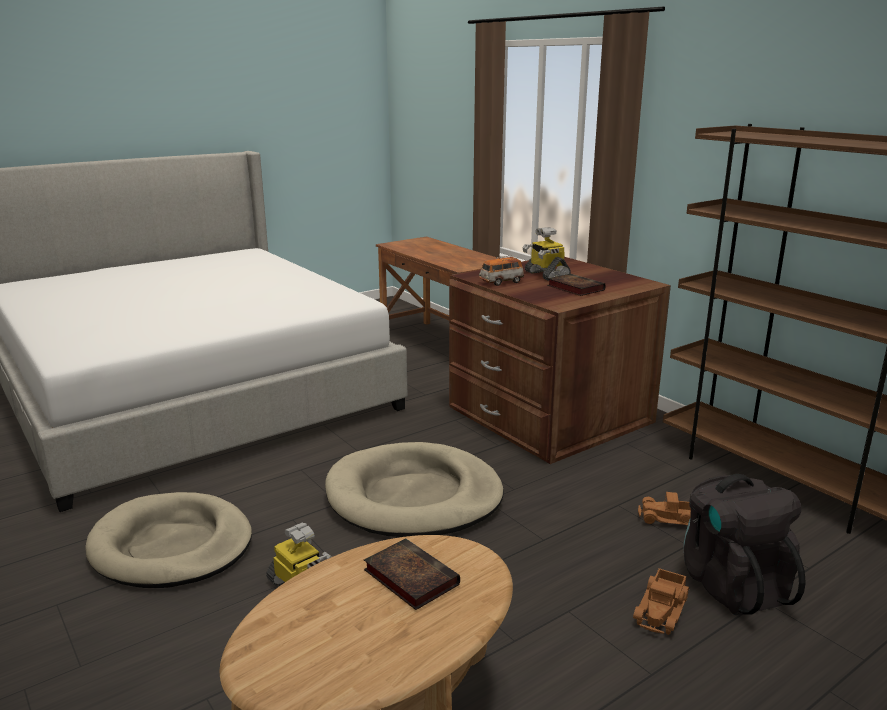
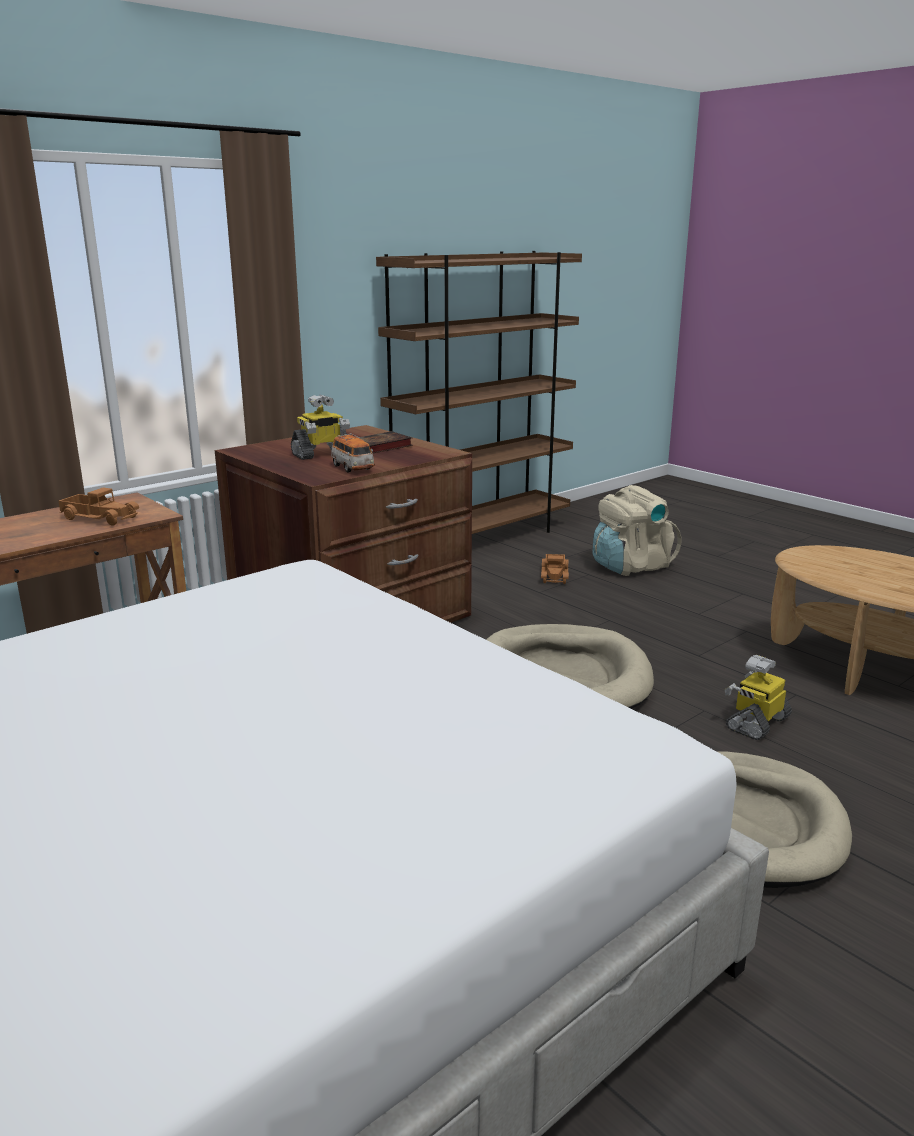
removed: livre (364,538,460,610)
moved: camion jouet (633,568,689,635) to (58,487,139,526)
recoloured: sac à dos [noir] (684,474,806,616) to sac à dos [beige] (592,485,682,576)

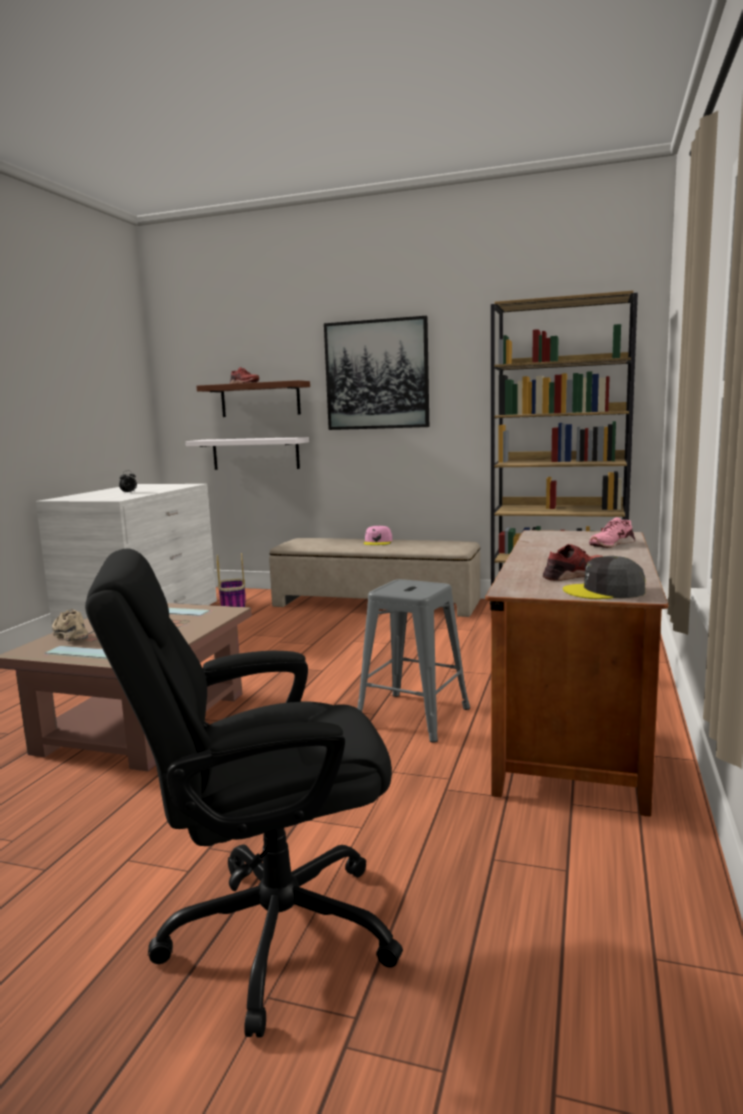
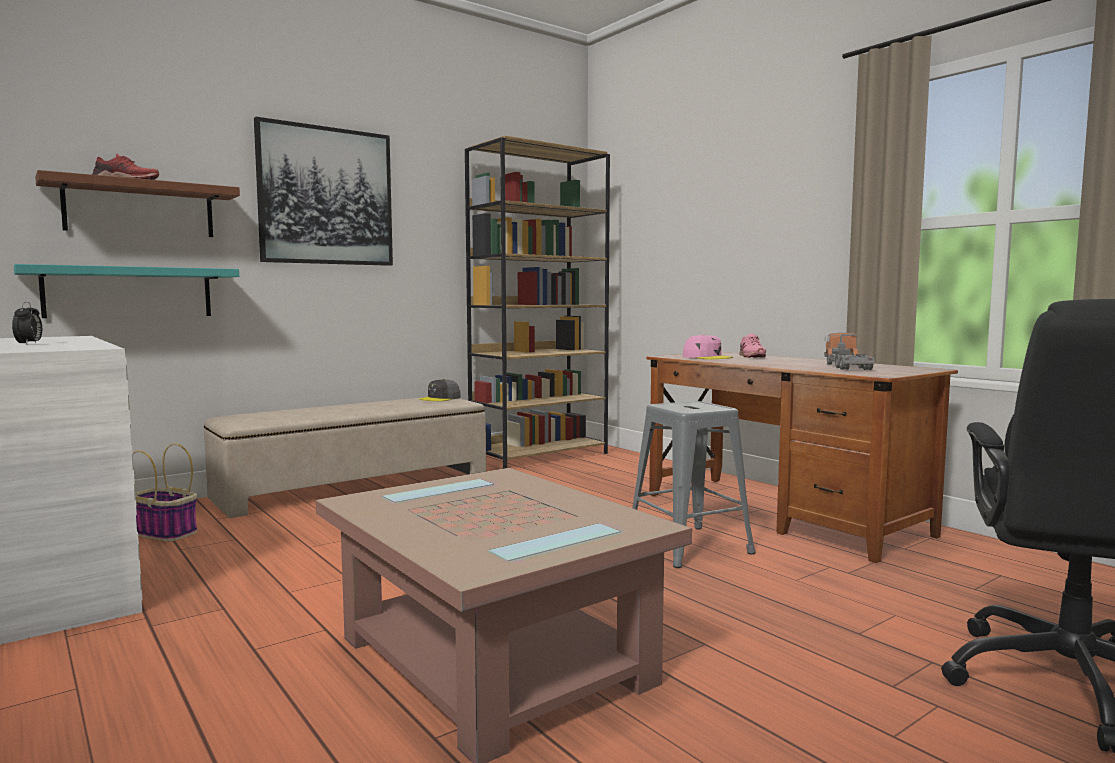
removed: chaussure [beige] (52,609,88,641)
moved: casquette [rose] (364,525,392,545) to (683,334,733,359); casquette [gris] (563,556,645,599) to (419,379,461,401)
replaced: chaussure [rouge] (543,544,604,581) to camion jouet (825,333,875,370)
recoloured: étagère [blanc] (186,437,309,470) to étagère [turquoise] (14,264,239,318)

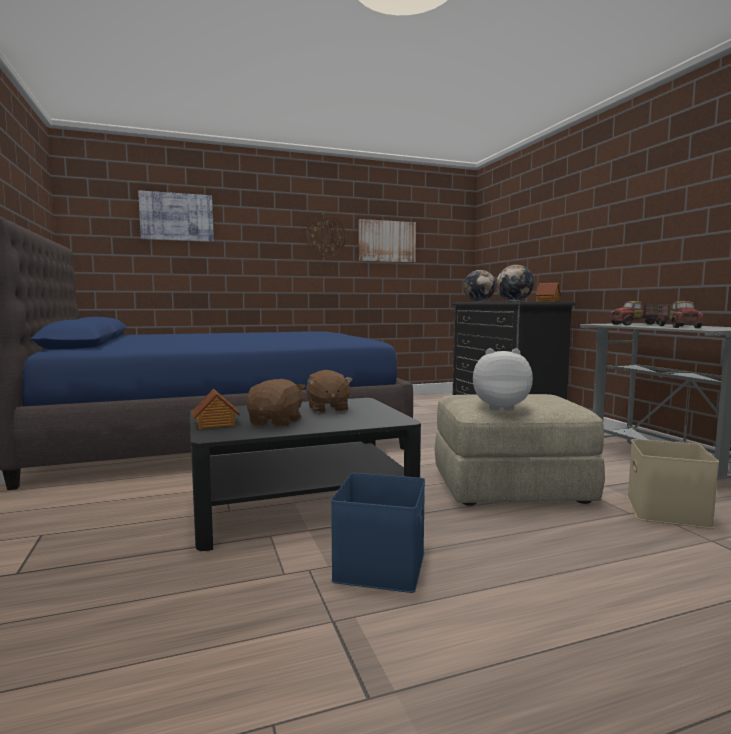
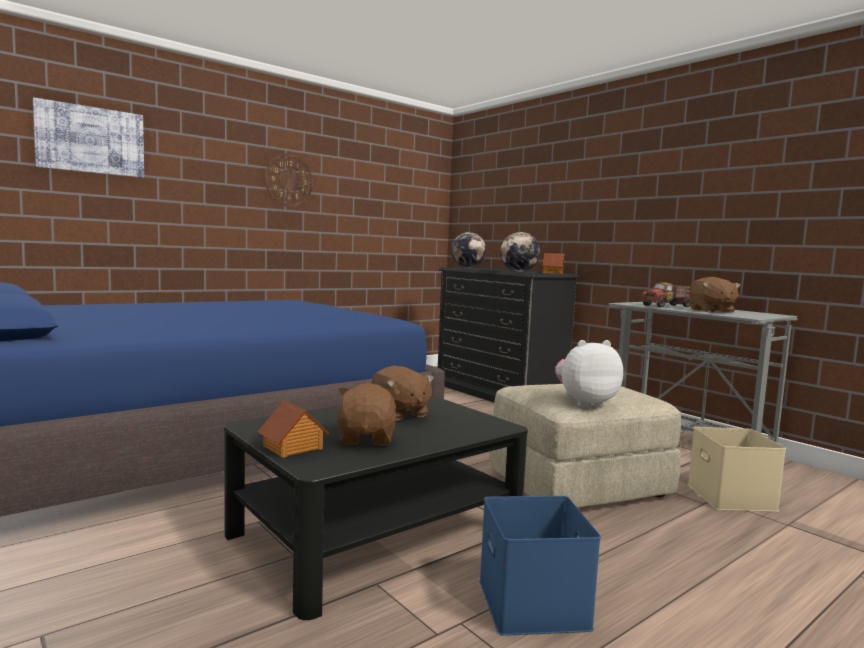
removed: tableau (359,219,416,262)
replaced: camion jouet (657,301,704,328) to peluche [marron] (689,277,741,313)

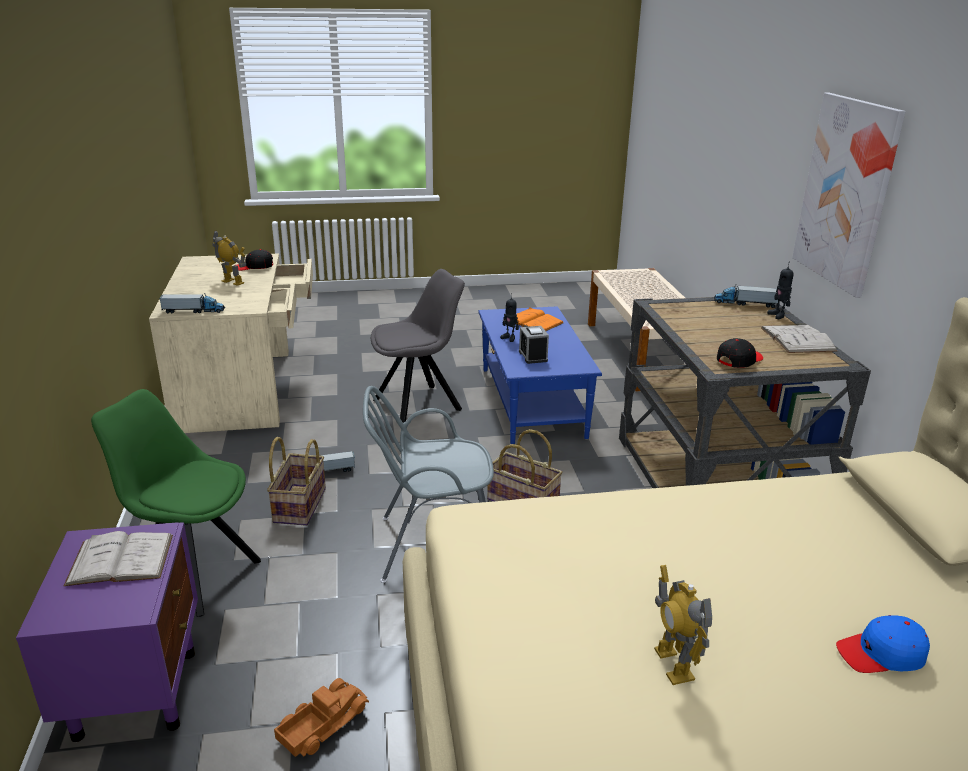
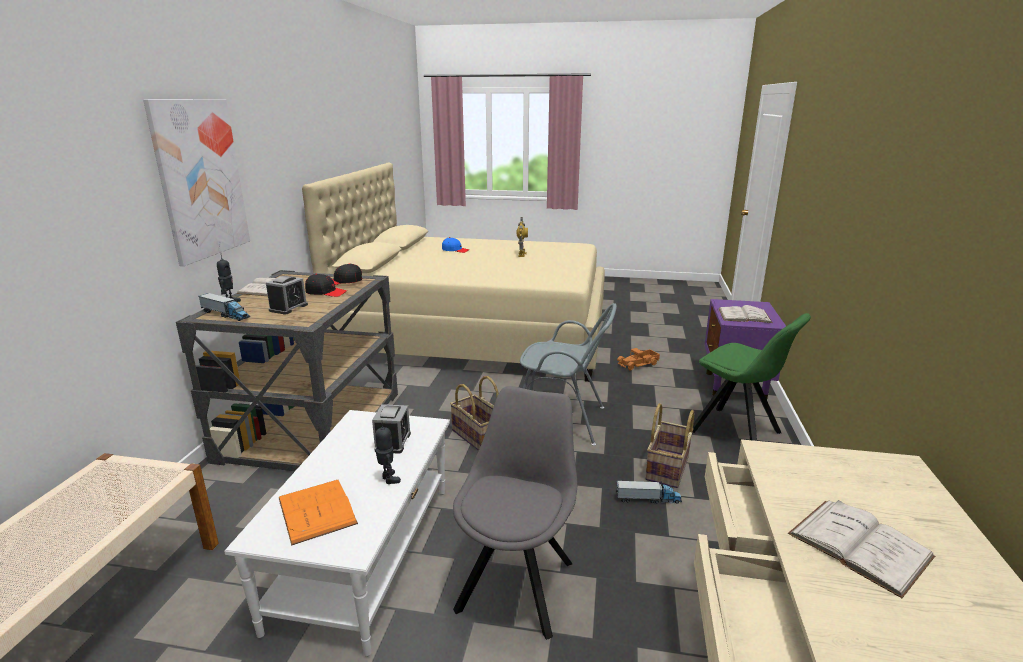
removed: camion jouet (159,293,225,313)
added: réveil (266,276,308,314)
moved: casquette [noir] (237,249,273,271) to (305,274,347,297)
replaced: robot jouet (213,230,246,286) to livre [blanc] (788,500,935,598)
recoloured: table basse [bleu] (478,306,602,444) to table basse [blanc] (224,410,450,657)
turned: chaise [gris] (371,269,465,423) = (453,386,577,640) 120 degrees clockwise

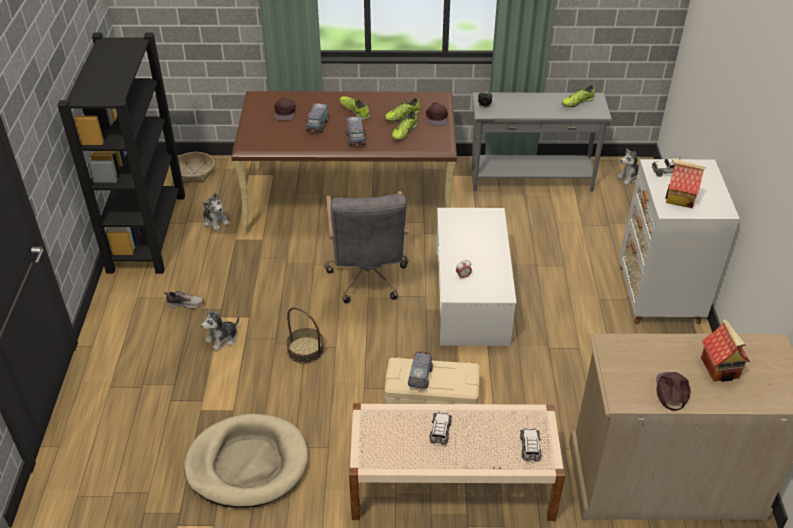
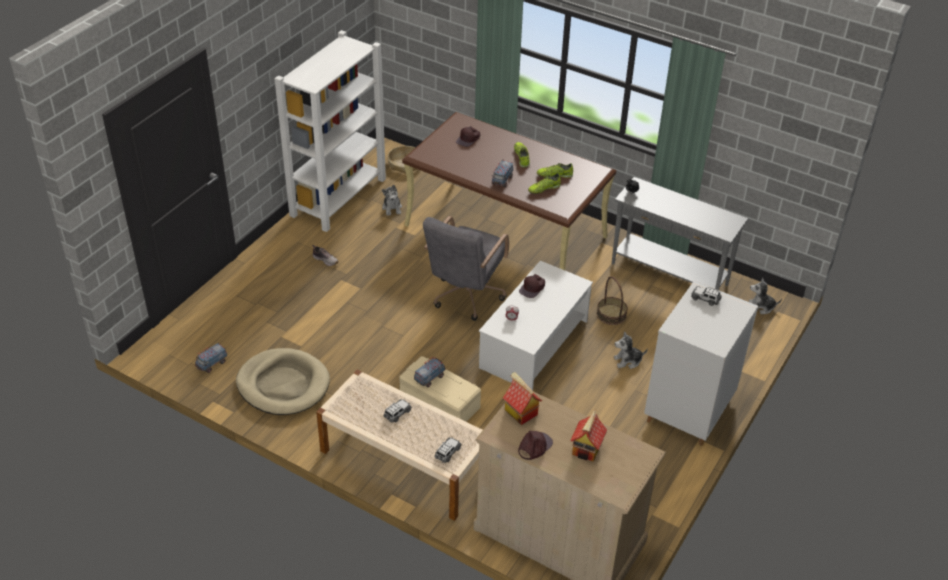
removed: chaussure (562,85,595,107)
moved: camion jouet (305,102,329,132) to (195,343,227,373); casquette [marron] (426,102,448,126) to (519,274,545,298); maison miniature (665,158,706,208) to (503,372,542,425); panier (286,307,324,364) to (597,276,628,325); peluche (201,308,239,351) to (614,331,648,369)
recoloured: bibliothèque [noir] (58,32,185,274) to bibliothèque [blanc] (274,30,386,232)

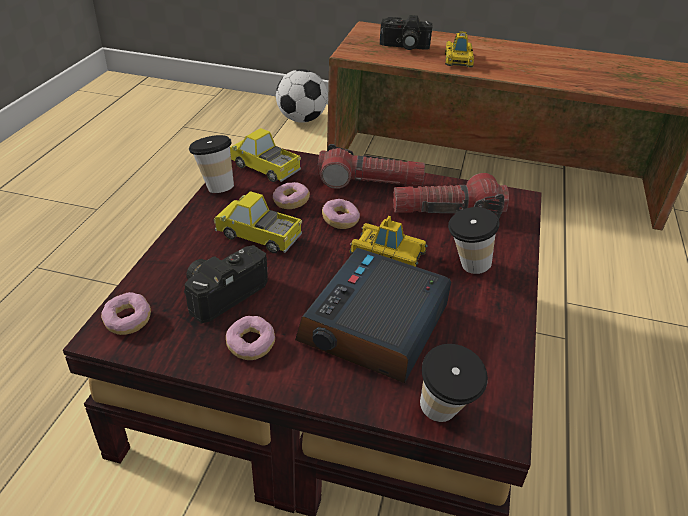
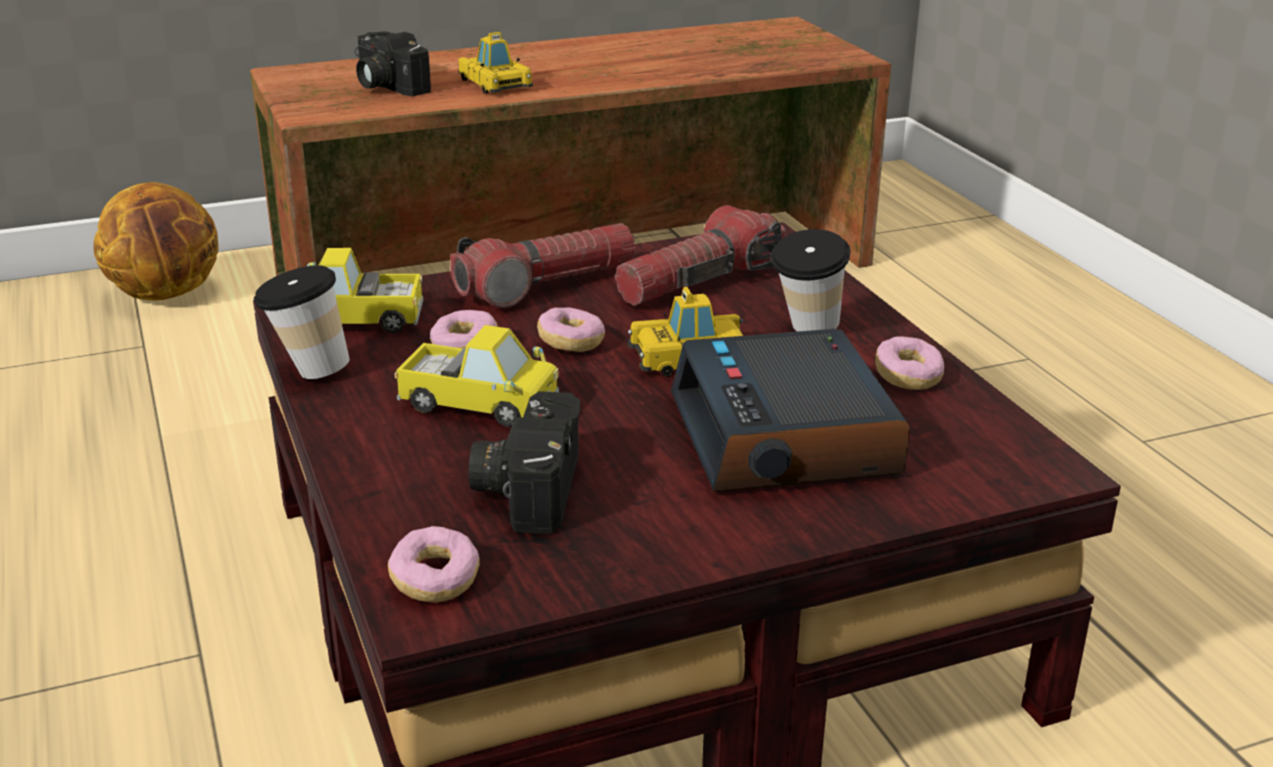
removed: tasse (420,344,488,422)
moved: beignet (226,316,275,360) to (875,336,944,390)
replaced: ballon de foot (276,69,328,123) to ballon de basket (93,182,218,301)
turned: appareil photo (380,15,433,50) = (355,31,431,96) 75 degrees clockwise; camion jouet (214,191,302,253) = (394,325,559,427) 150 degrees counterclockwise

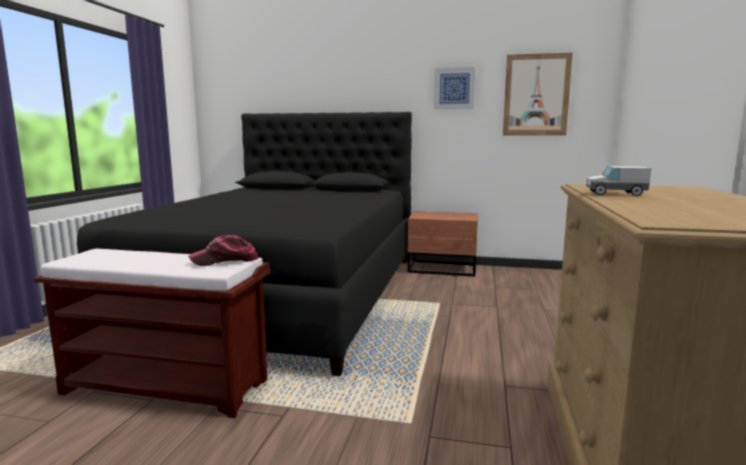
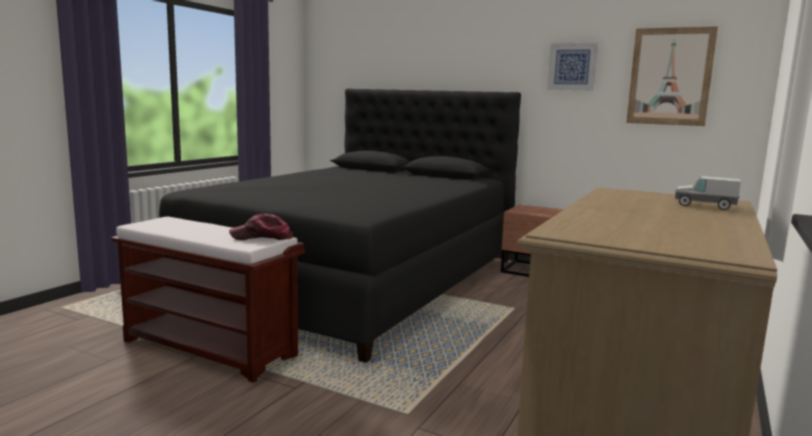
moved: camion jouet (586,166,651,196) to (675,176,741,210)

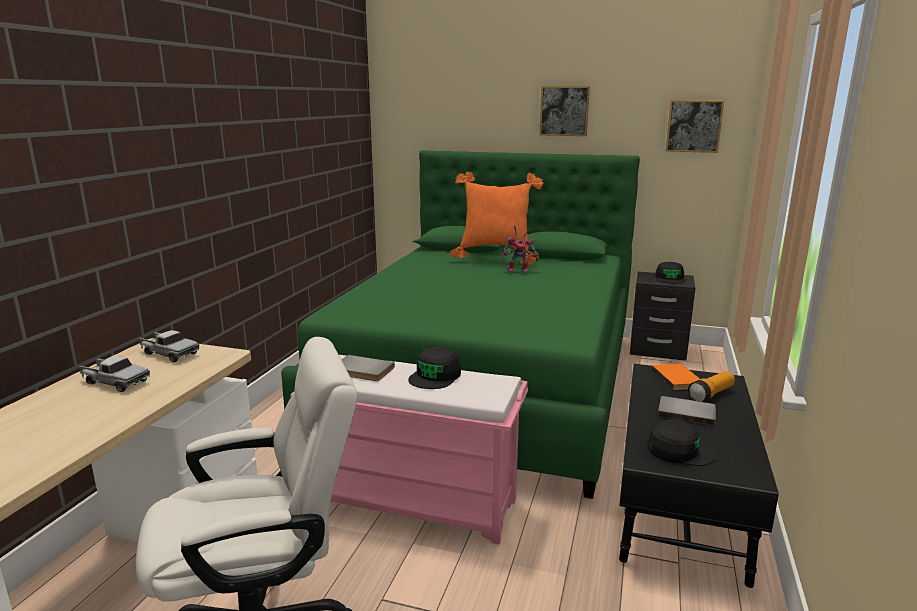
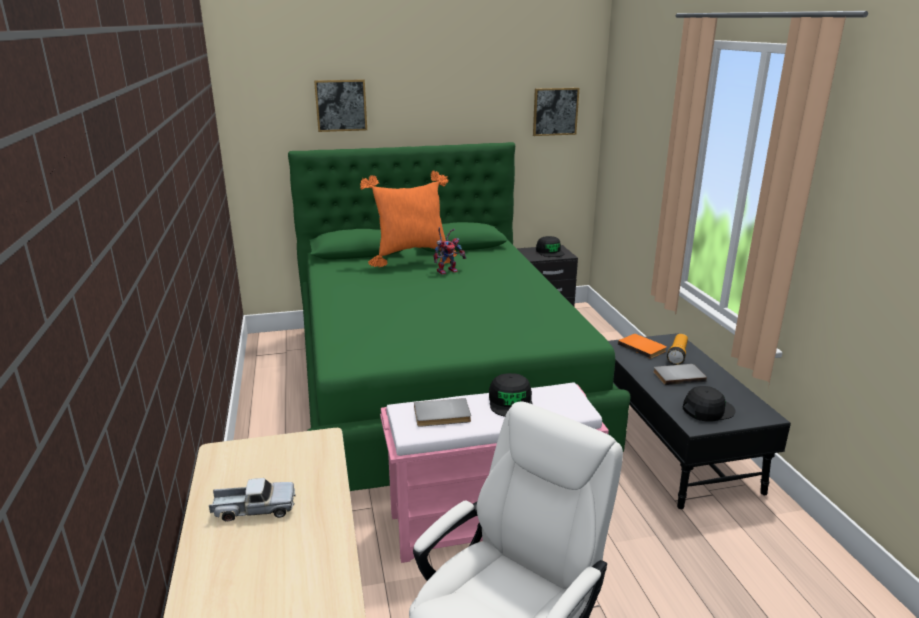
removed: camion jouet (139,330,199,362)
moved: tableau (539,86,590,136) to (314,79,367,132)

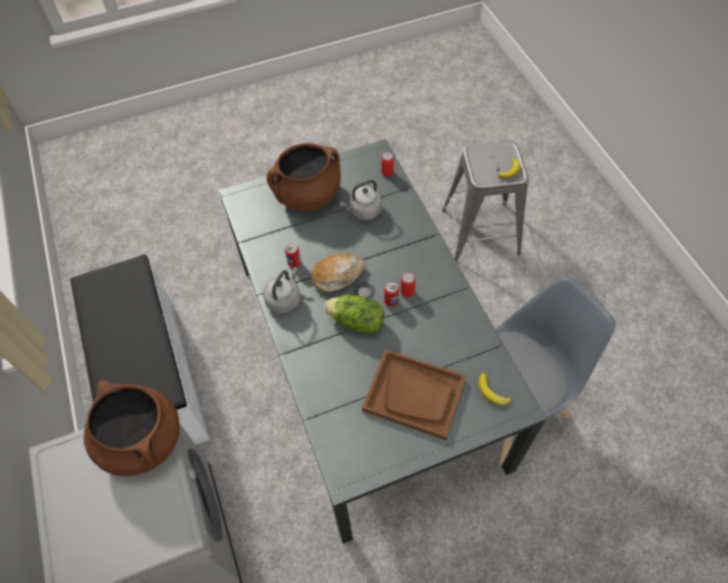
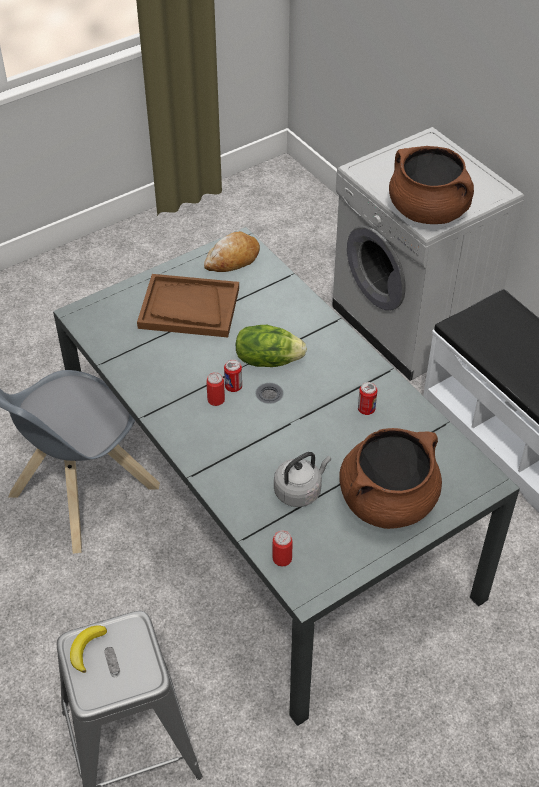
removed: bouilloire [gris] (263,267,300,314); banane (478,373,512,405)
moved: pain (311,254,365,292) to (204,231,260,272)

